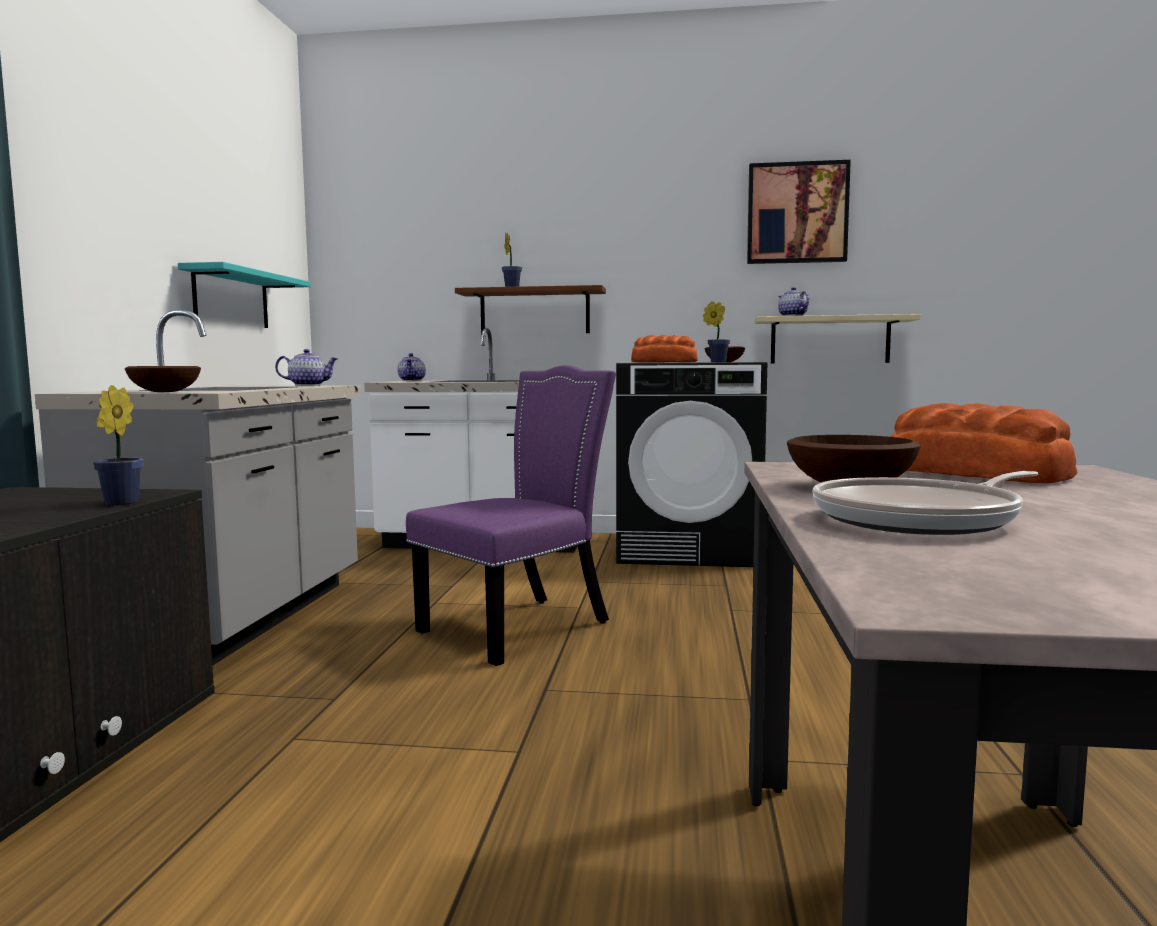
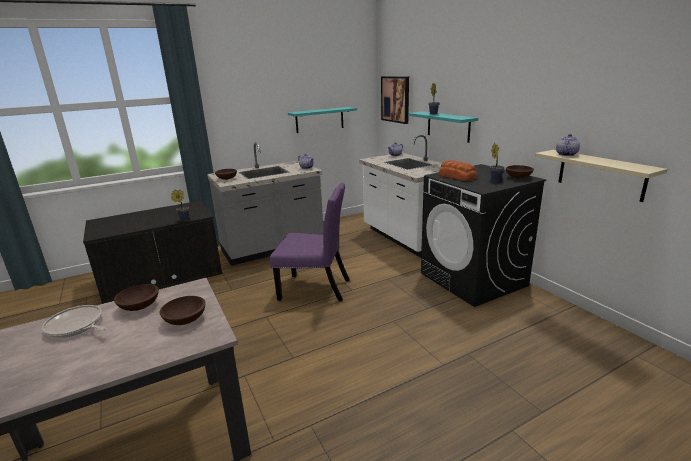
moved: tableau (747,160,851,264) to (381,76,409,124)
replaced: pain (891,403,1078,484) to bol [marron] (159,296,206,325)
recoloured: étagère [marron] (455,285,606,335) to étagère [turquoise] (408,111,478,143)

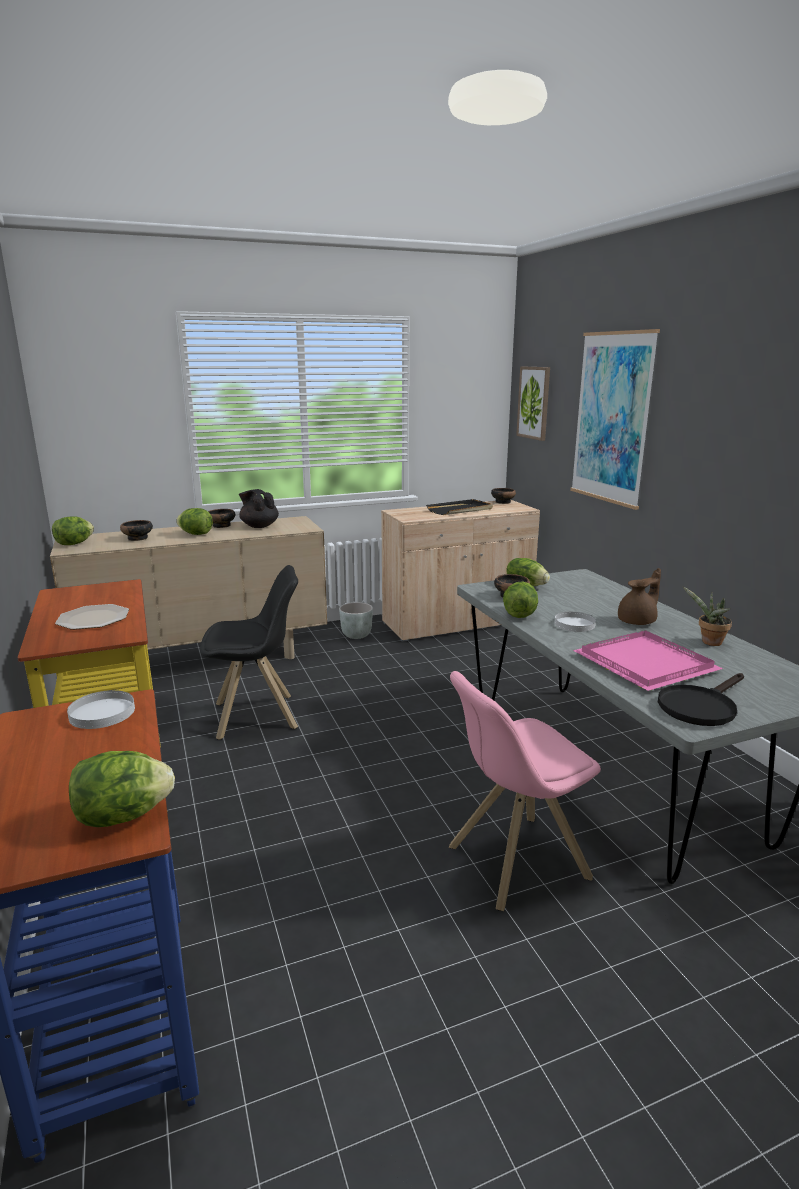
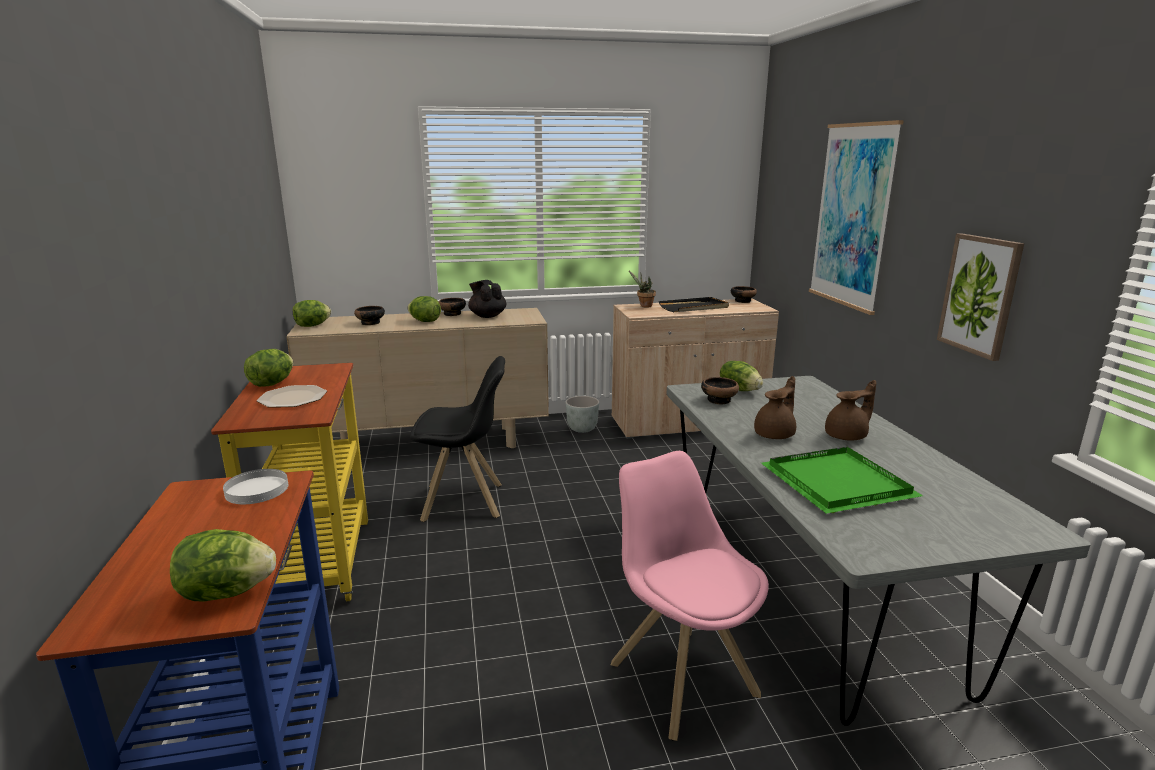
removed: poêle [noir] (658,673,744,726)
moved: tableau (516,367,550,441) to (937,233,1024,361); laitue (503,581,538,618) to (244,349,293,387); plante en pot (683,587,732,646) to (629,271,656,308)
replaced: assiette [blanc] (555,612,596,632) to théière [marron] (754,376,796,439)
recoloured: plateau [rose] (573,630,723,691) to plateau [vert] (761,447,923,514)
turned: chaise [rose] (449,671,601,911) = (611,451,769,741) 75 degrees clockwise

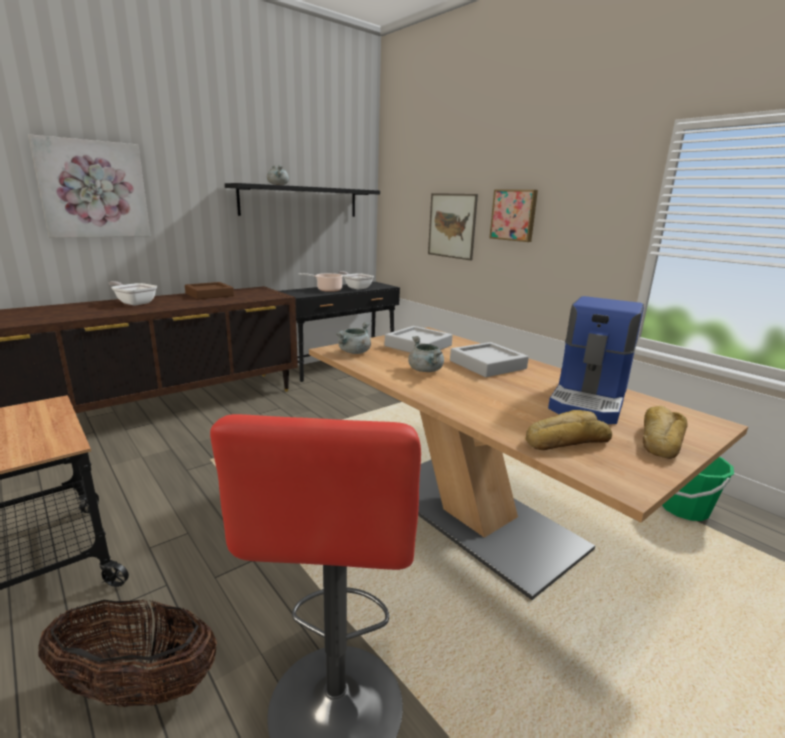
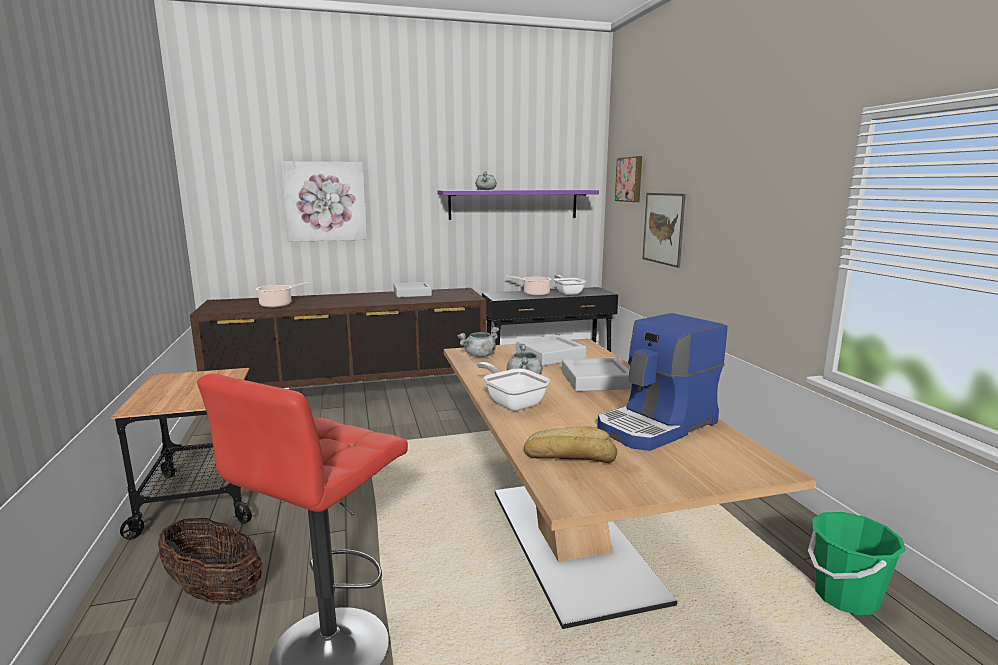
removed: pain (643,406,688,459)
added: marmite (256,282,311,308)
moved: tableau (489,189,538,242) to (615,156,642,202); poêle (109,281,157,305) to (477,362,550,411)
recoloured: étagère [noir] (225,183,380,217) to étagère [violet] (437,190,599,220); plateau [marron] (185,282,234,299) to plateau [gris] (393,282,432,298)

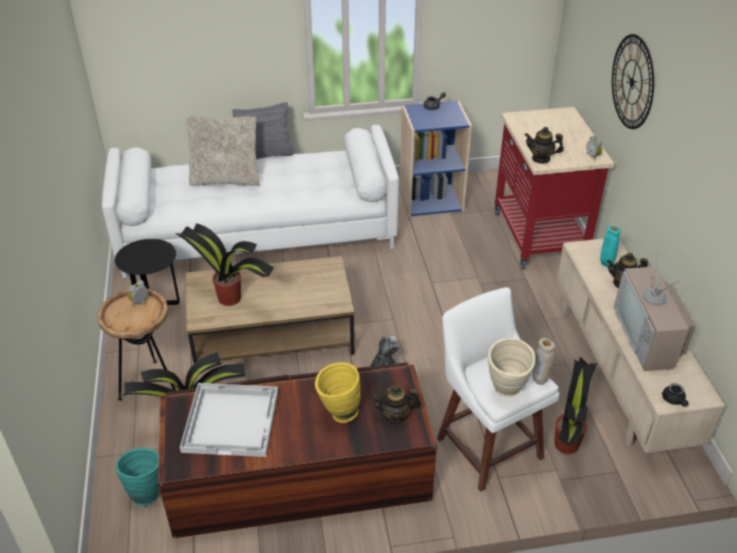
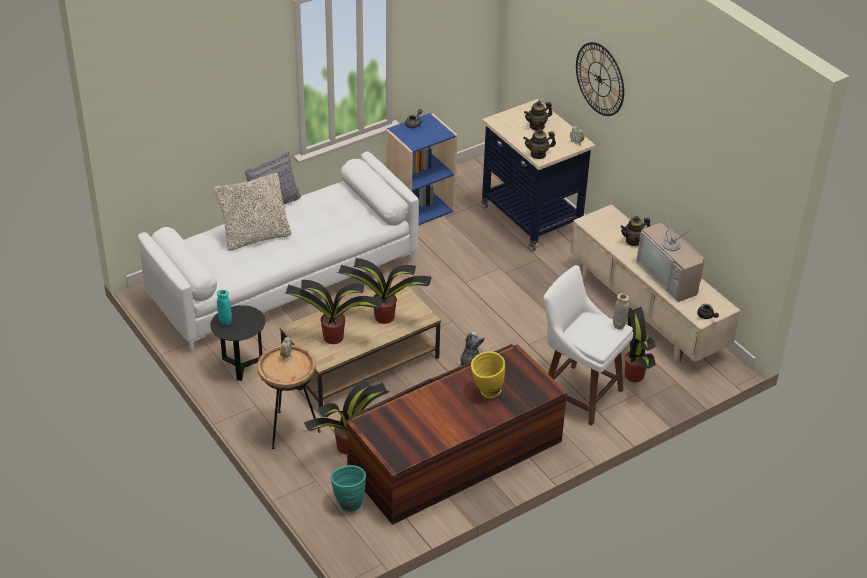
removed: vase [beige] (488,338,535,398); plateau [blanc] (180,383,278,457)
added: plante en pot (336,258,432,324)
moved: vase [turquoise] (600,226,621,267) to (217,290,232,325); théière (371,385,421,425) to (524,101,552,131)
recoloured: chariot [rouge] (494,107,614,270) to chariot [bleu] (481,99,595,252)

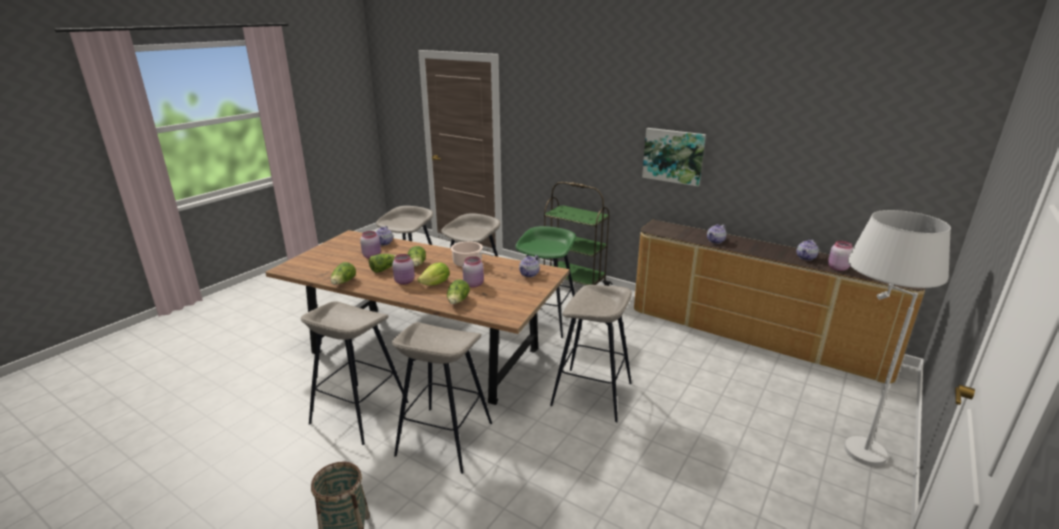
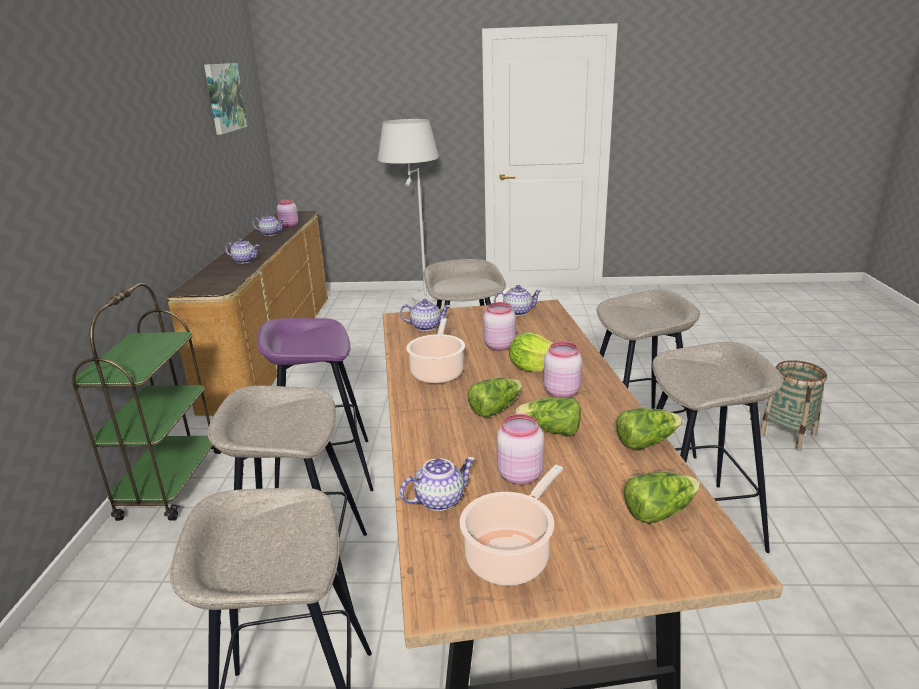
added: théière (494,285,542,316); marmite (460,465,563,586)
moved: tableau (642,128,706,186) to (204,63,248,135); laitue (447,279,470,304) to (624,472,700,523)
recoloured: tabouret [vert] (515,226,576,338) to tabouret [violet] (257,318,373,491)

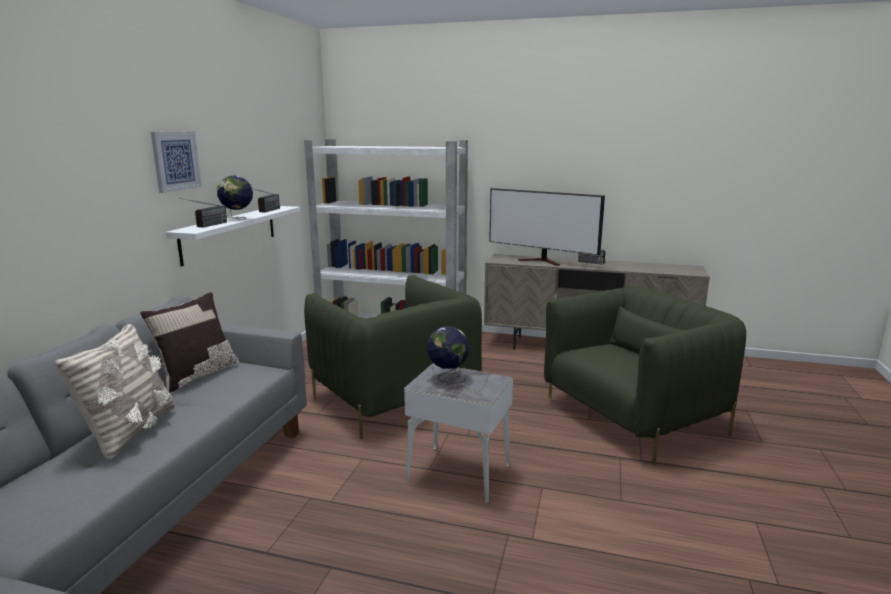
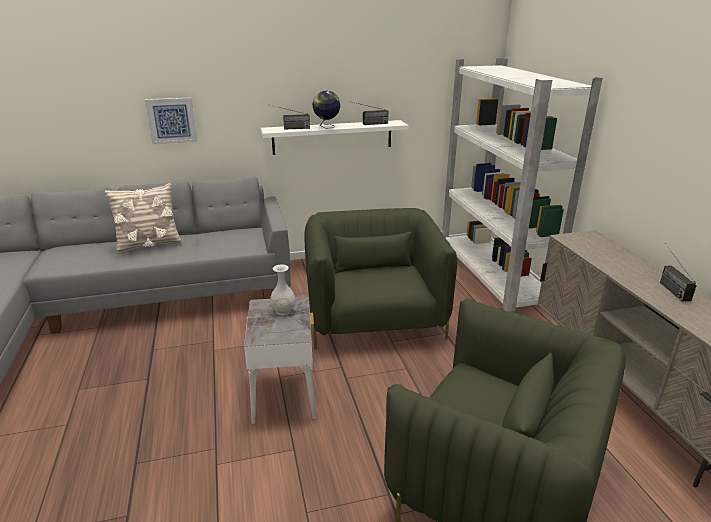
removed: téléviseur (489,188,605,266); coussin (140,292,239,393)
moved: tableau (151,132,202,193) to (145,98,197,144)
replaced: globe (426,326,469,383) to vase [blanc] (270,265,296,316)
turned: fauteuil [vert] (304,275,482,439) = (304,208,457,350) 150 degrees clockwise

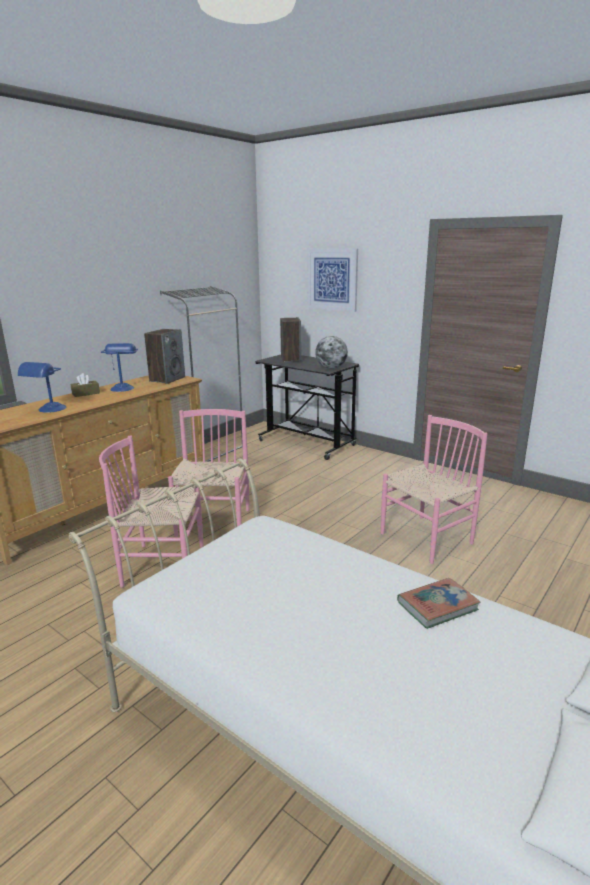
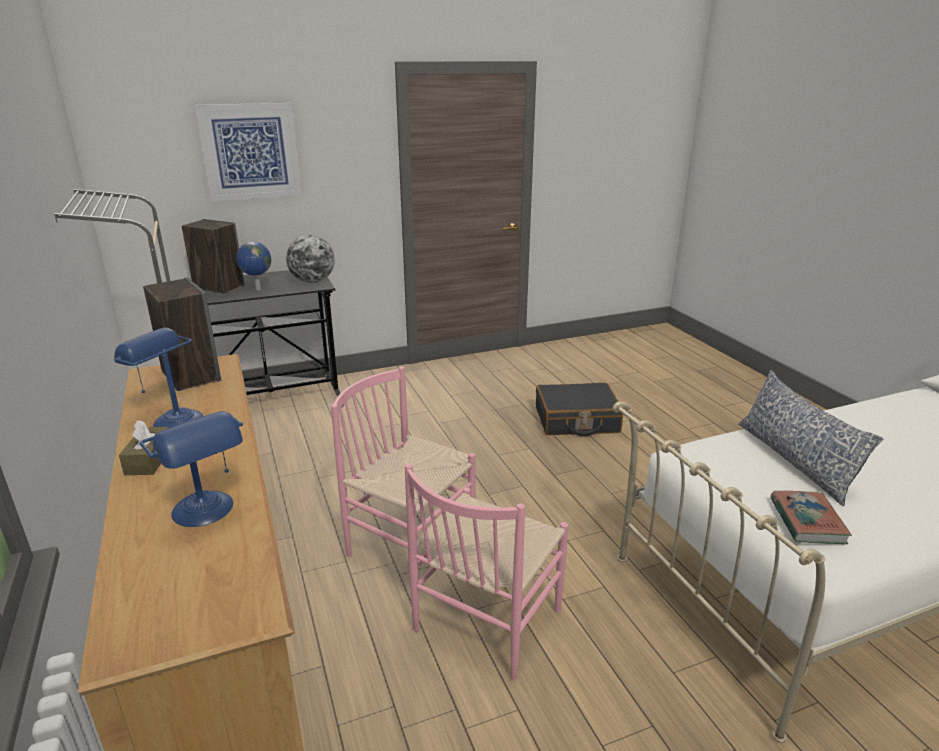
added: globe (236,242,271,291); coussin (738,370,884,506)
moved: livre (397,578,481,629) to (770,491,852,544)
replaced: chaise [rose] (381,415,487,564) to valise [noir] (536,383,623,436)

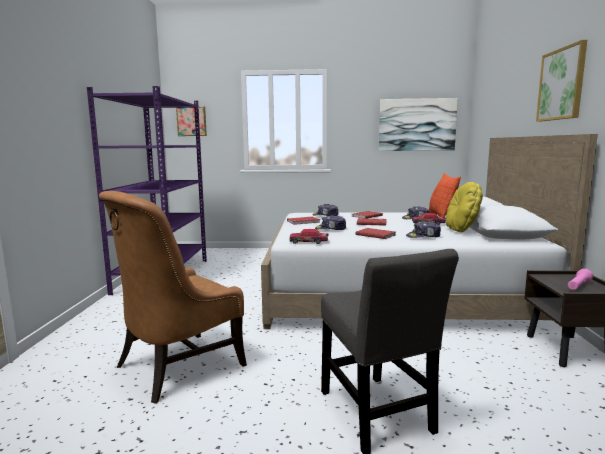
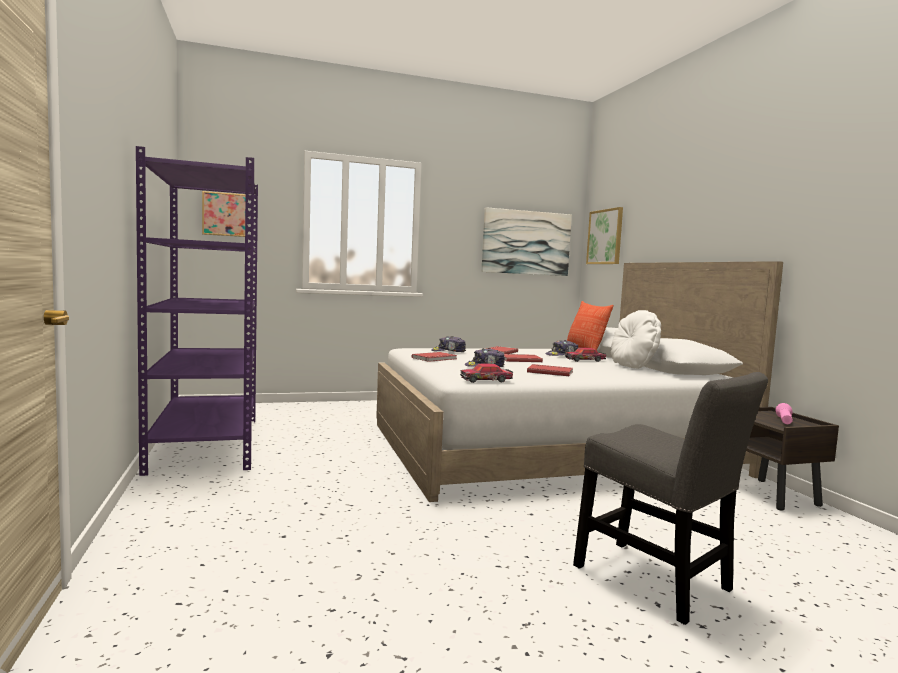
removed: chaise [marron] (99,191,247,404); casquette (406,221,441,238)
moved: tableau (536,40,587,122) to (586,207,623,264)
recoloured: coussin [jaune] (446,182,483,232) to coussin [blanc] (611,310,661,369)

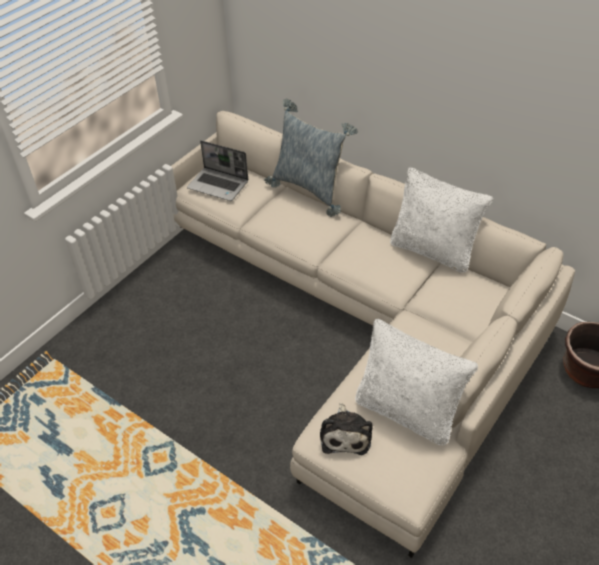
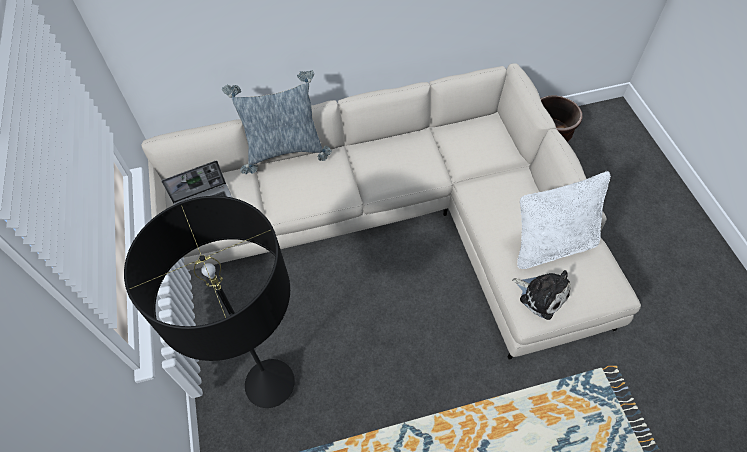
removed: coussin [blanc] (390,168,493,273)
added: lampadaire [noir] (124,196,295,408)

